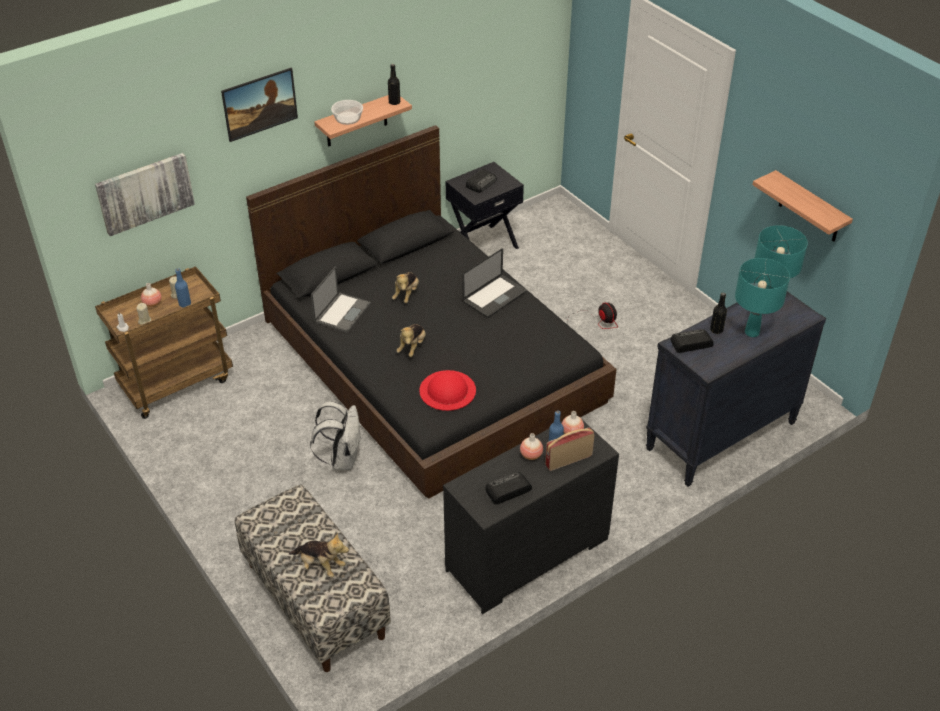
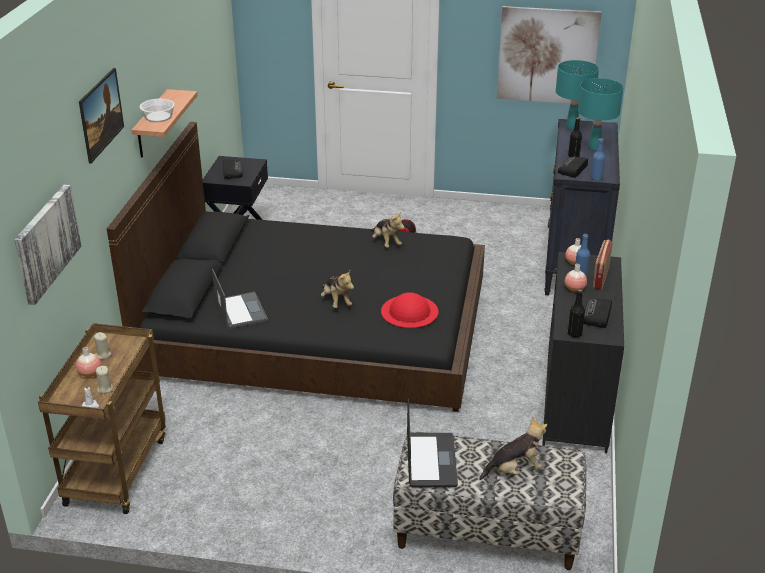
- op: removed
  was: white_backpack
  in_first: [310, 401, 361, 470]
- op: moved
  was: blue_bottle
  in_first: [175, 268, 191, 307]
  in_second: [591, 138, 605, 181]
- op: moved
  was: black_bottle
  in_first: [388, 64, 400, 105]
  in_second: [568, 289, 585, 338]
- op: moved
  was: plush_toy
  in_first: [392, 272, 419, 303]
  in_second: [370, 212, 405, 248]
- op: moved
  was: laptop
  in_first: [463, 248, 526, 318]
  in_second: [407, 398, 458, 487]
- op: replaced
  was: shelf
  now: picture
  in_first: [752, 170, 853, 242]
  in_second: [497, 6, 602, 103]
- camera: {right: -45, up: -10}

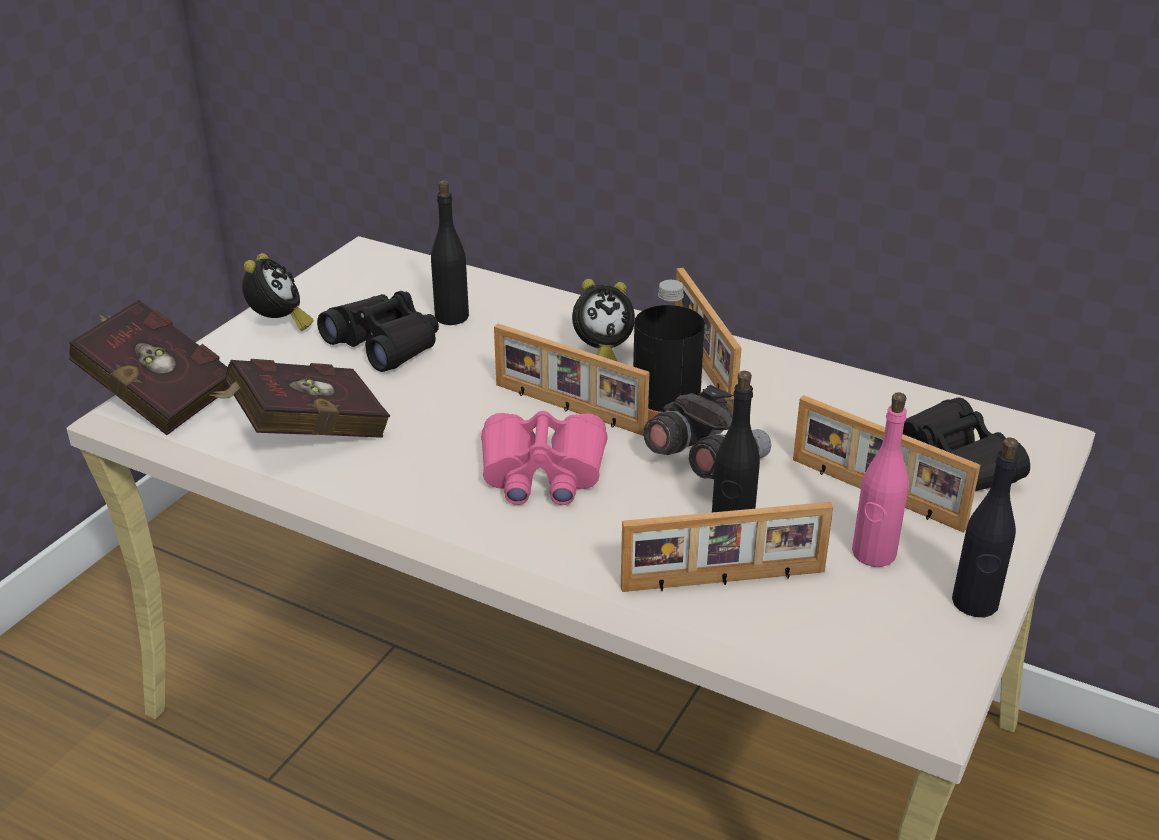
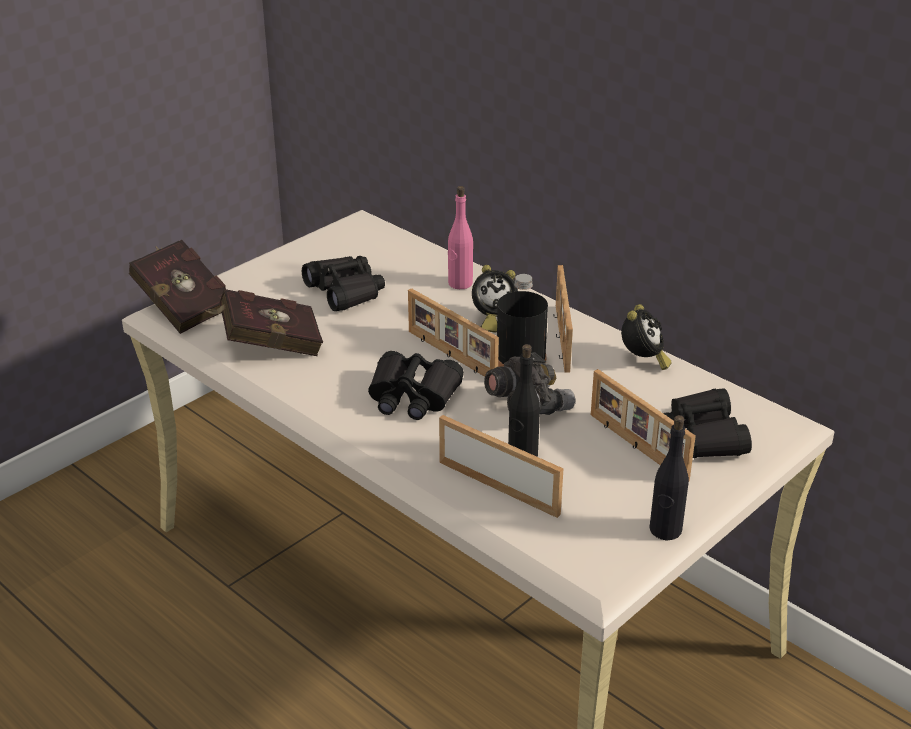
- op: removed
  was: black_bottle
  in_first: [431, 180, 469, 325]
- op: moved
  was: alarm_clock
  in_first: [242, 253, 313, 331]
  in_second: [621, 304, 672, 370]
- op: moved
  was: pink_bottle
  in_first: [852, 392, 909, 567]
  in_second: [448, 186, 473, 289]
- op: recoloured
  was: pink_binoculars
  now: black_binoculars
  in_first: [481, 411, 608, 505]
  in_second: [368, 351, 464, 420]
- op: turned
  was: picture_frame
  in_first: [621, 502, 833, 592]
  in_second: [439, 415, 563, 518]
  clockwise: -150
- camera: {right: 15, up: 0}

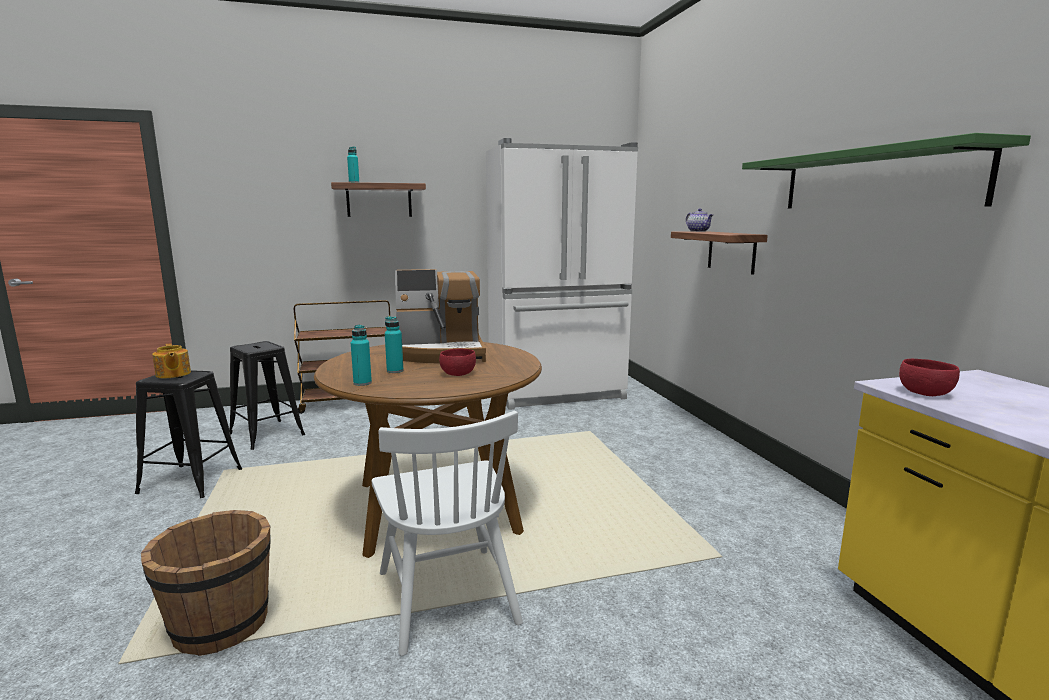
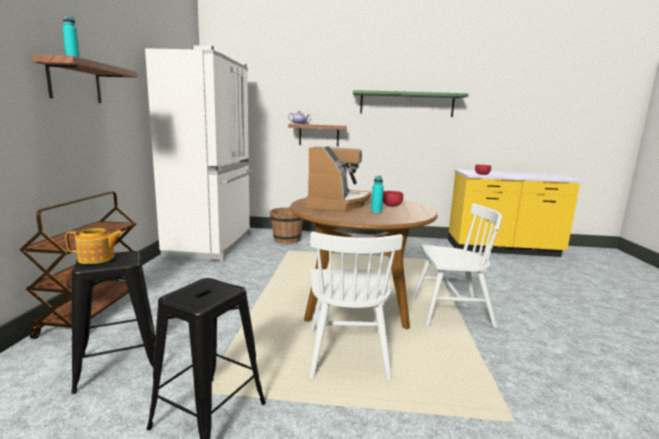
- op: removed
  was: turquoise_bottle
  in_first: [351, 325, 372, 386]
- op: added
  now: white_chair
  in_second: [309, 232, 403, 380]
- op: moved
  was: brown_bucket
  in_first: [141, 510, 271, 656]
  in_second: [270, 208, 303, 243]
- op: moved
  was: teapot
  in_first: [152, 343, 191, 378]
  in_second: [66, 228, 123, 264]
- camera: {right: -70, up: 0}

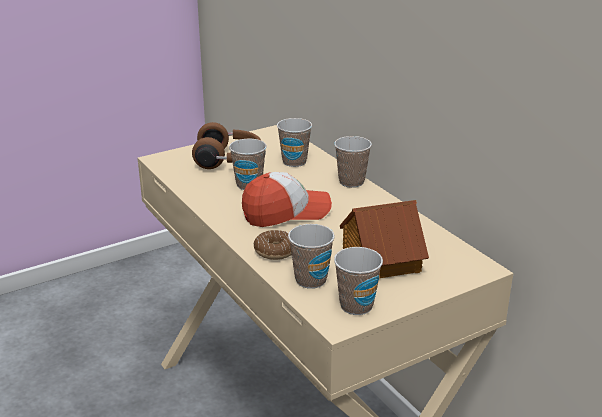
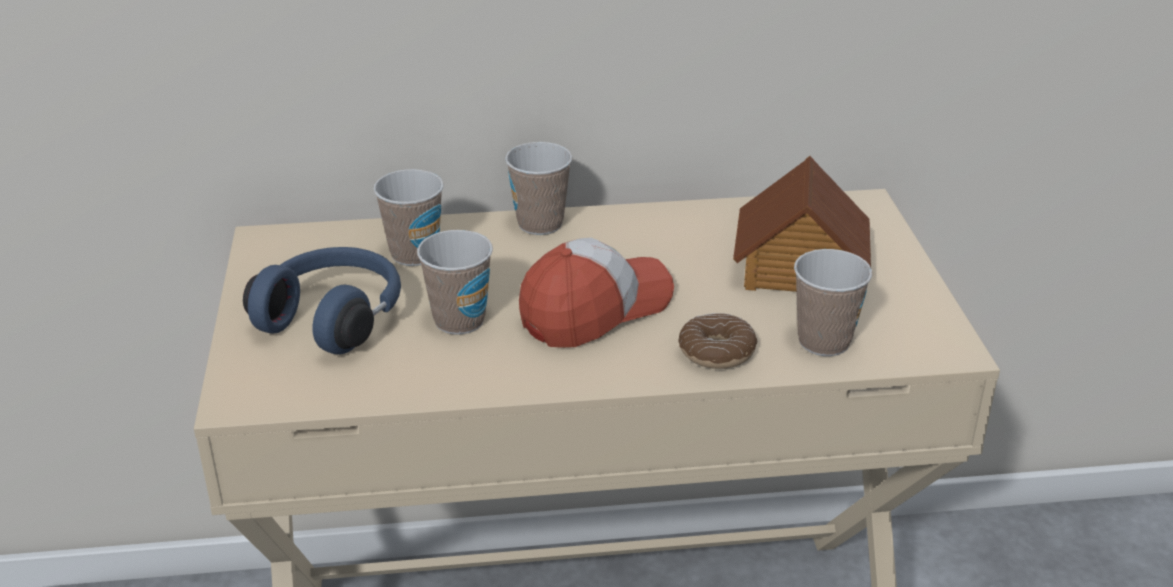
- op: removed
  was: cup
  in_first: [334, 247, 383, 315]
- op: recoloured
  was: brown_headphones
  now: blue_headphones
  in_first: [192, 122, 261, 169]
  in_second: [243, 247, 401, 354]
- op: turned
  was: cap
  in_first: [242, 172, 332, 227]
  in_second: [519, 238, 674, 348]
  clockwise: 45
- camera: {right: -65, up: 5}

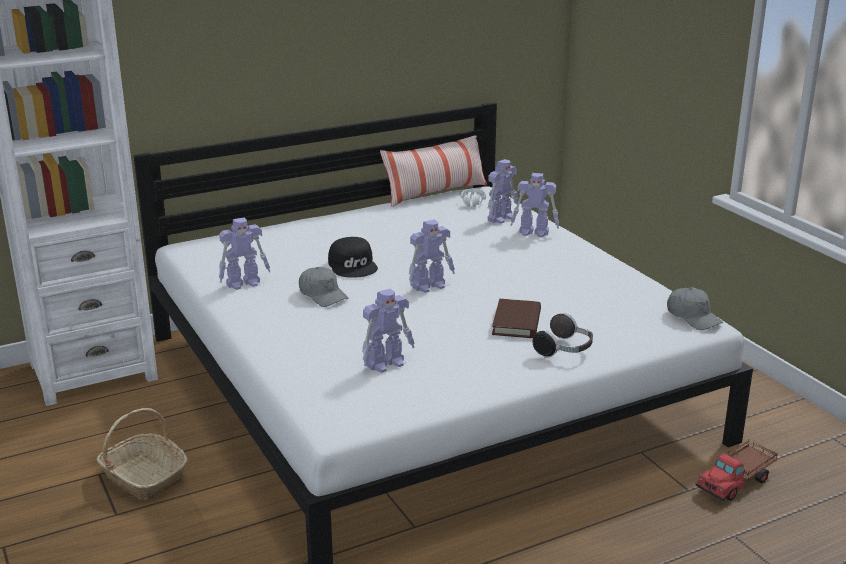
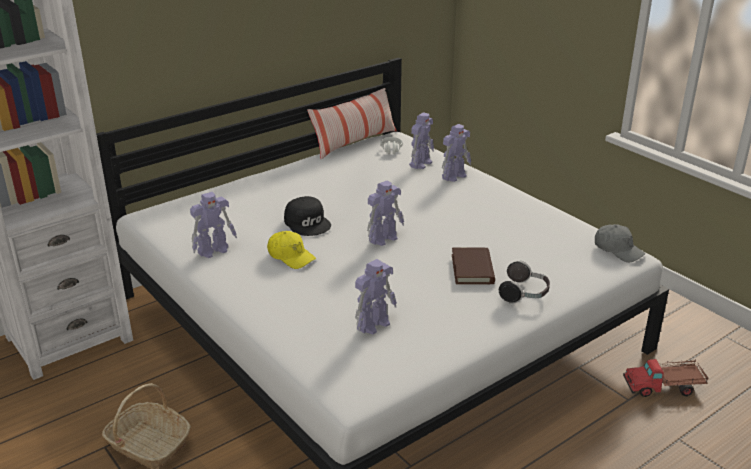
- op: recoloured
  was: grey_cap
  now: yellow_cap
  in_first: [299, 267, 348, 307]
  in_second: [267, 231, 316, 269]
- op: turned
  was: toy_robot
  in_first: [511, 173, 559, 237]
  in_second: [442, 124, 471, 182]
  clockwise: -45
- op: turned
  was: toy_truck
  in_first: [695, 440, 778, 501]
  in_second: [623, 359, 709, 397]
  clockwise: 45
- camera: {right: -10, up: 5}

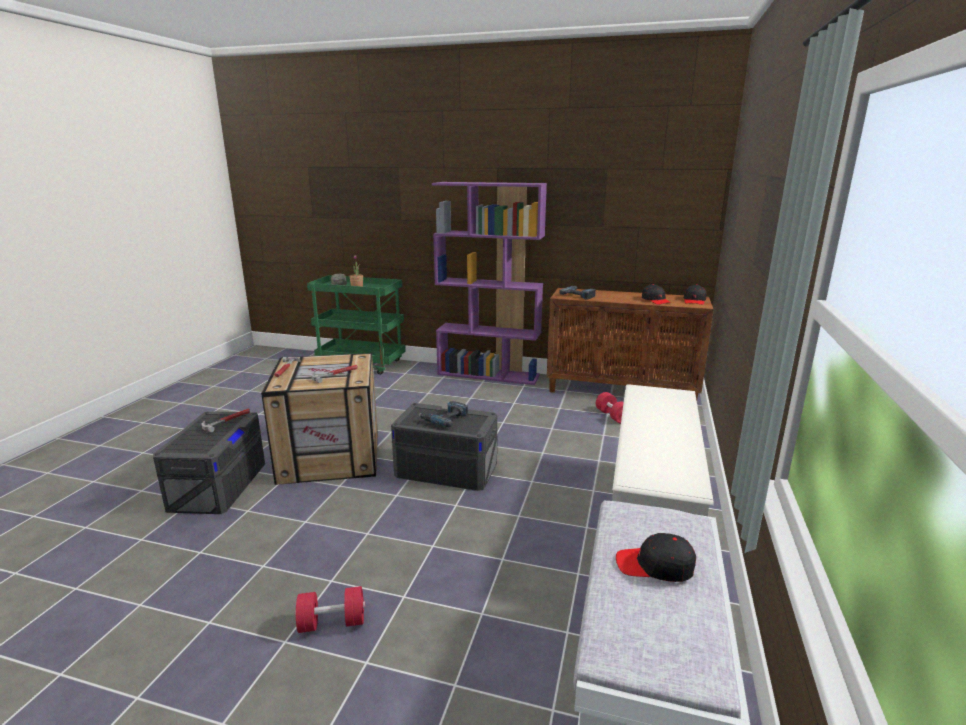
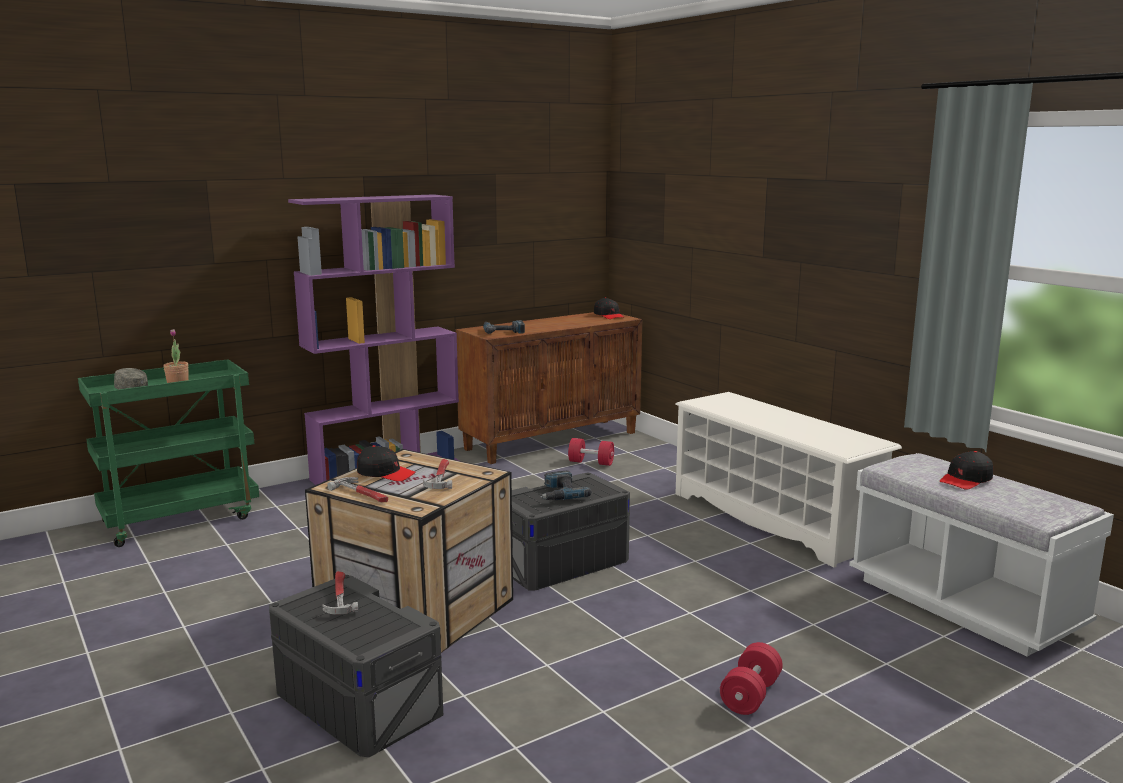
- op: moved
  was: black_cap
  in_first: [642, 284, 671, 305]
  in_second: [357, 445, 416, 481]
- camera: {right: -50, up: -5}

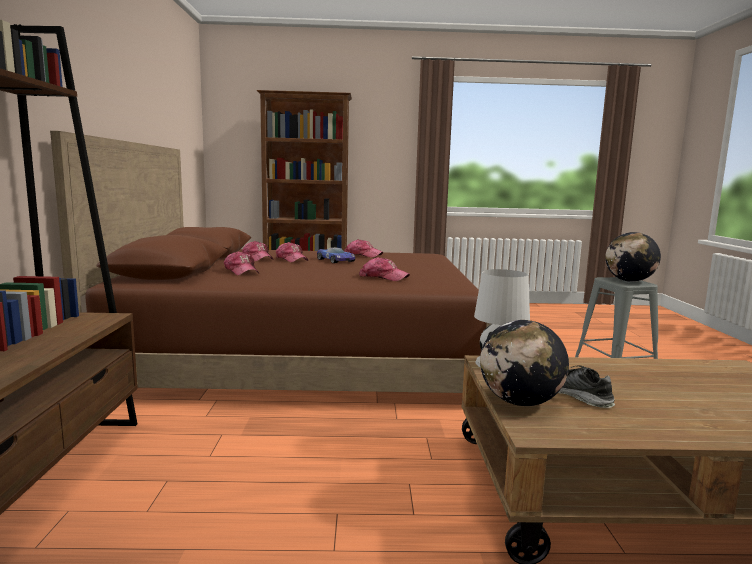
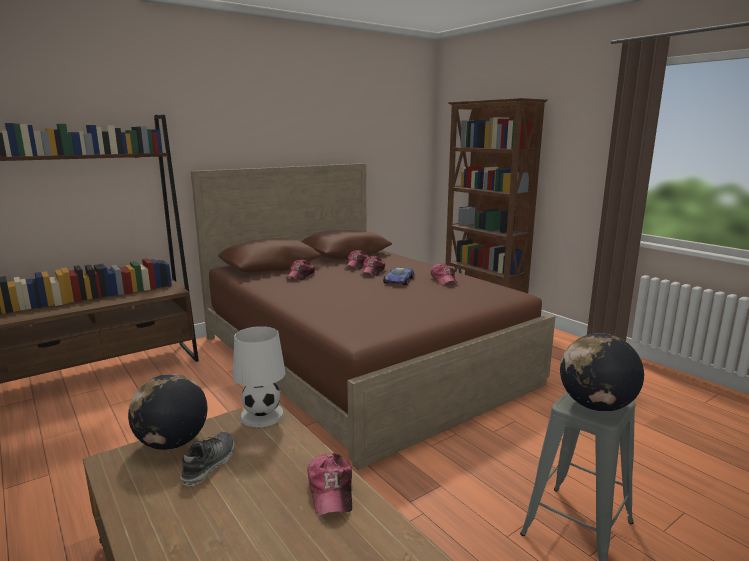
- op: moved
  was: cap
  in_first: [359, 257, 410, 281]
  in_second: [307, 453, 352, 515]
- camera: {right: 55, up: 5}

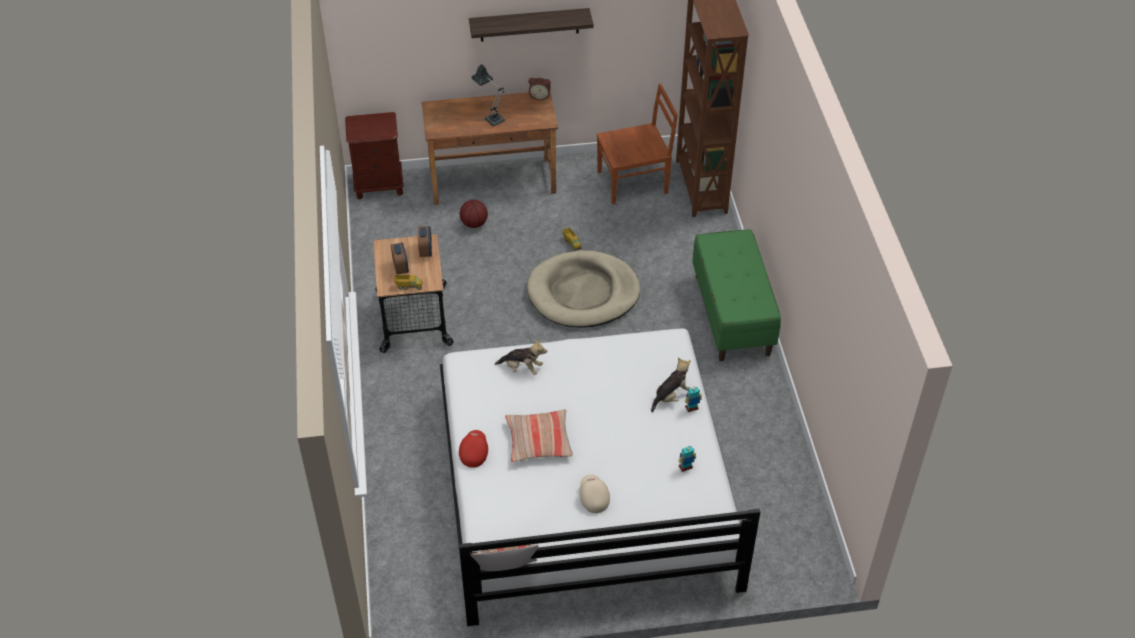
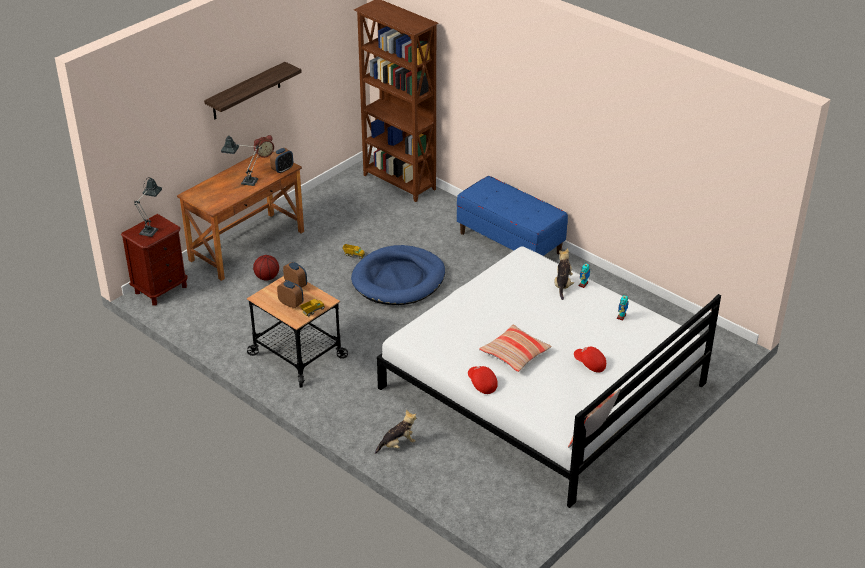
- op: removed
  was: brown_chair
  in_first: [596, 83, 678, 205]
- op: added
  now: table_lamp
  in_second: [134, 178, 162, 237]
- op: added
  now: alarm_clock
  in_second: [270, 148, 293, 174]
- op: moved
  was: plush_toy
  in_first: [495, 338, 547, 375]
  in_second: [375, 410, 416, 454]
- op: recoloured
  was: beige_dog_bed
  now: blue_dog_bed
  in_first: [527, 250, 640, 328]
  in_second: [351, 245, 445, 305]
- op: recoloured
  was: beige_cap
  now: red_cap
  in_first: [580, 474, 610, 513]
  in_second: [574, 347, 606, 373]
- op: recoloured
  was: green_bench
  now: blue_bench
  in_first: [693, 229, 781, 361]
  in_second: [457, 176, 568, 256]
- camera: {right: -40, up: -10}

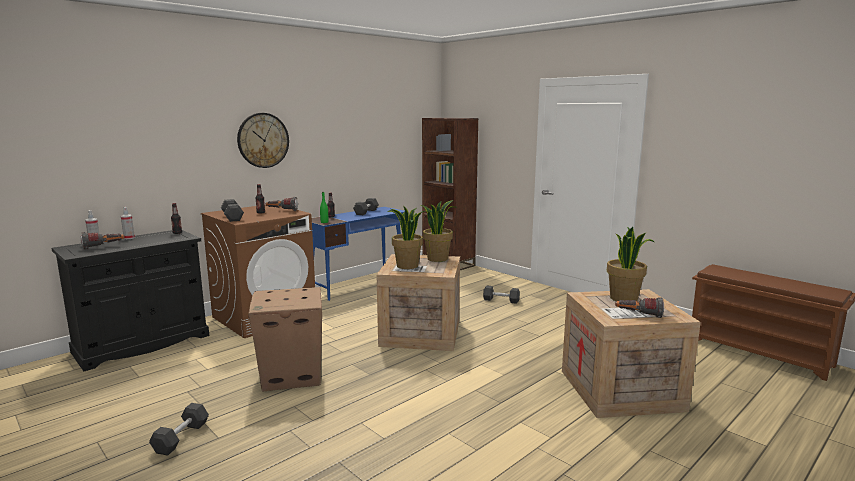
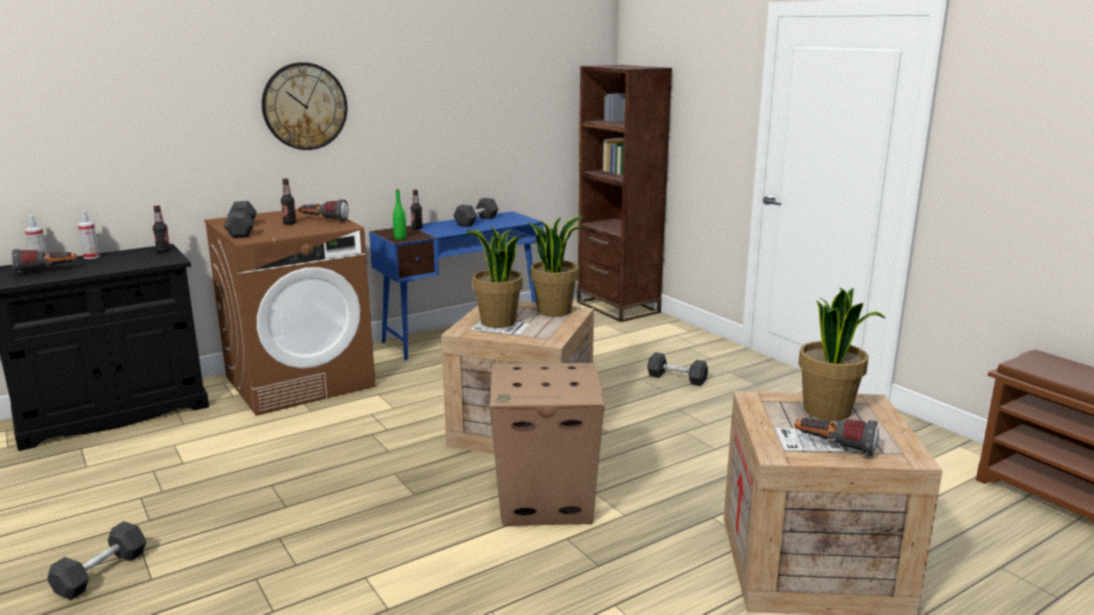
- op: moved
  was: cardboard_box
  in_first: [248, 287, 322, 391]
  in_second: [489, 363, 604, 526]
- camera: {right: 10, up: 5}

